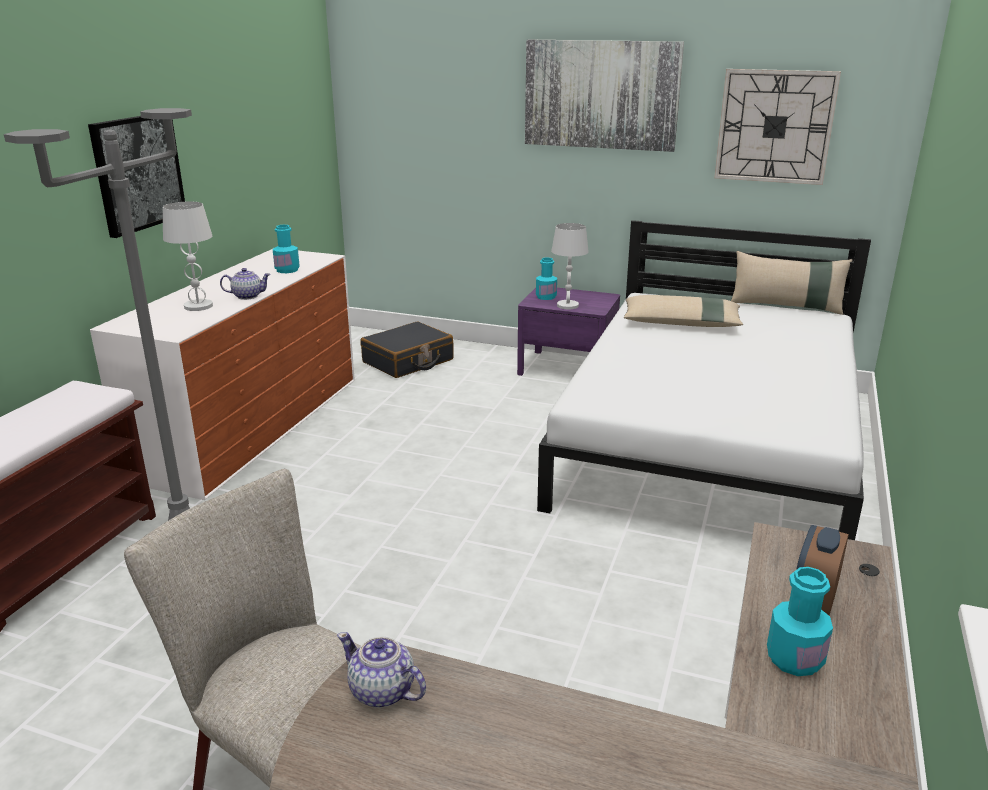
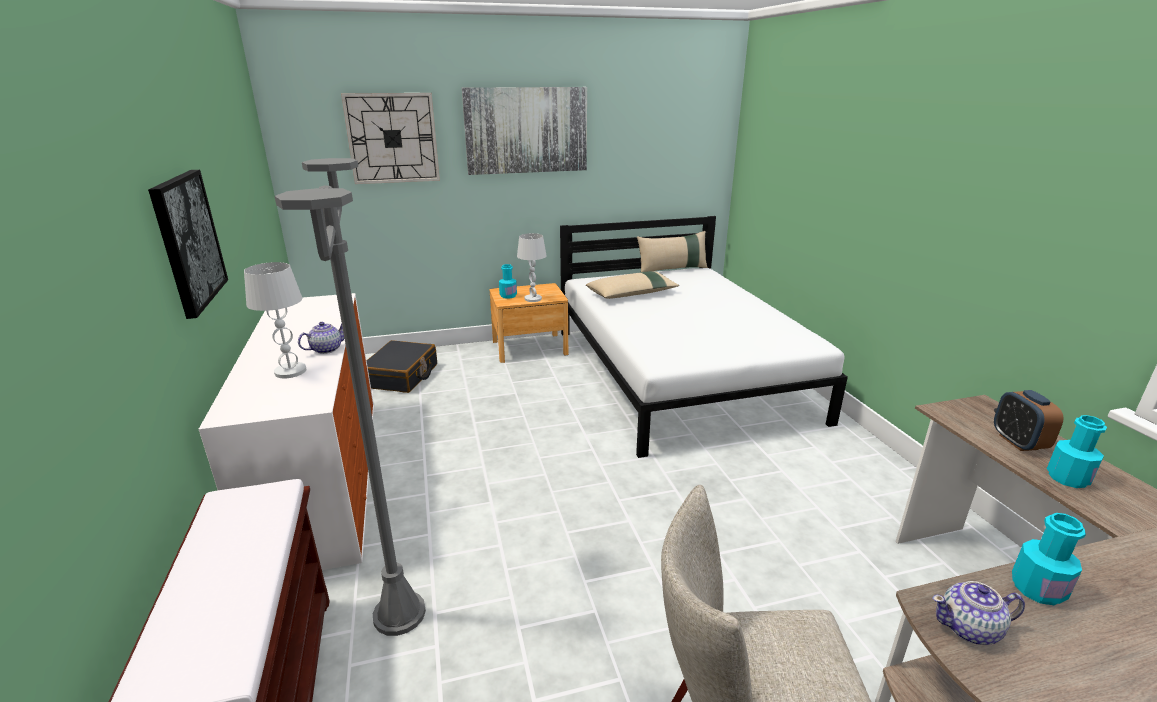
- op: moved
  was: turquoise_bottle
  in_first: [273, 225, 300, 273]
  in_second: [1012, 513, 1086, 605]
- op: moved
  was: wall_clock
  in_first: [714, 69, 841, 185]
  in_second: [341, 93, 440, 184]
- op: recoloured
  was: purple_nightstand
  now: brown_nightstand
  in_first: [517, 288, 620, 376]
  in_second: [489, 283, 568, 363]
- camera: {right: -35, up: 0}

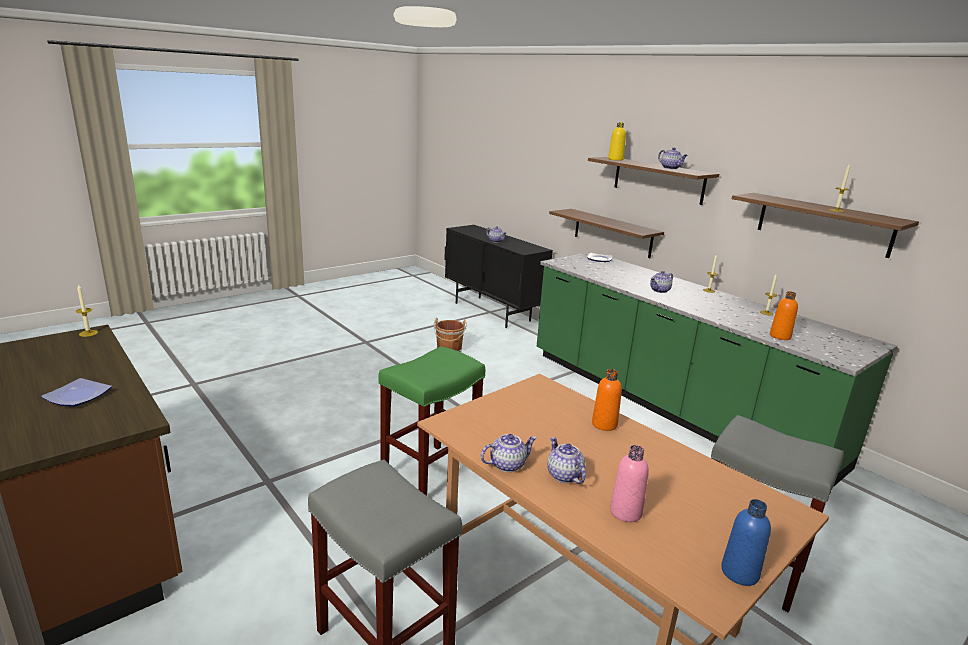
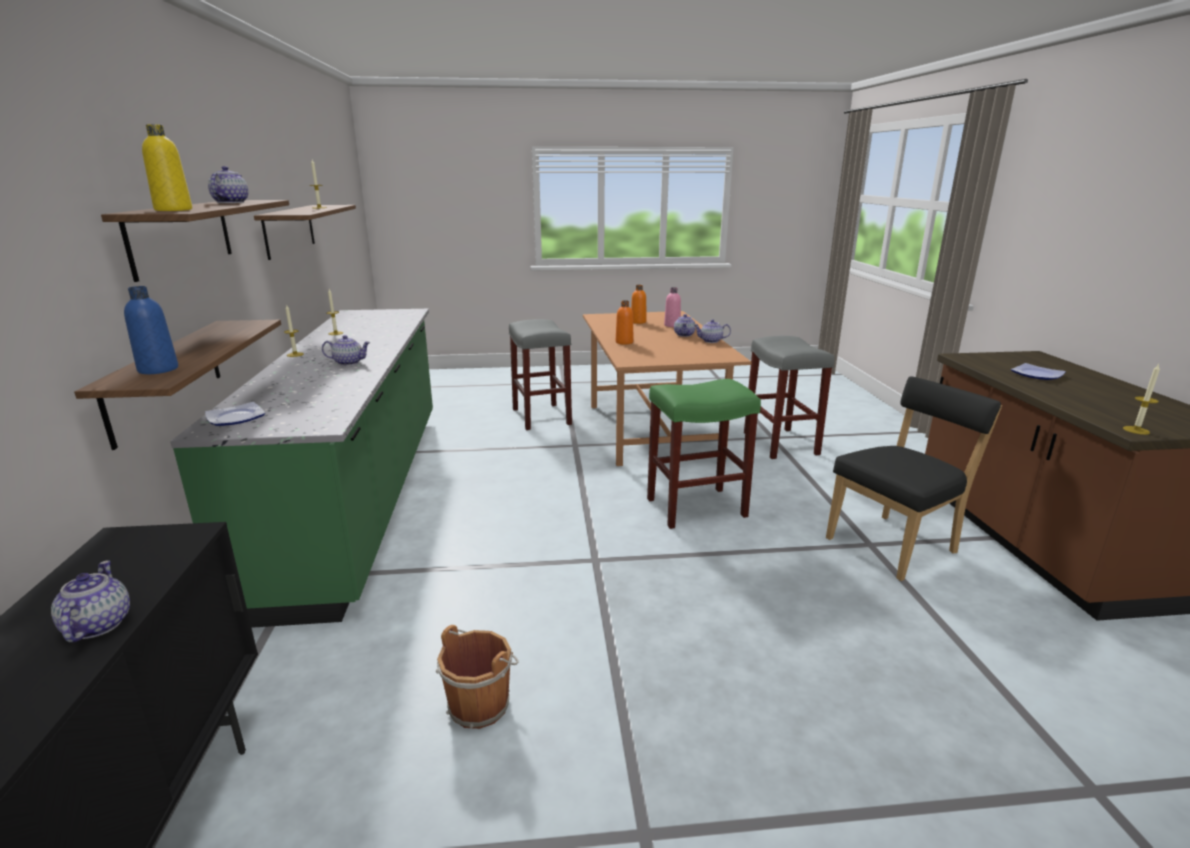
- op: added
  now: black_chair
  in_second: [826, 376, 1002, 581]
- op: moved
  was: blue_bottle
  in_first: [721, 499, 771, 586]
  in_second: [124, 286, 178, 374]
- op: moved
  was: orange_bottle
  in_first: [770, 291, 798, 340]
  in_second: [631, 285, 646, 324]
- camera: {right: -145, up: 0}

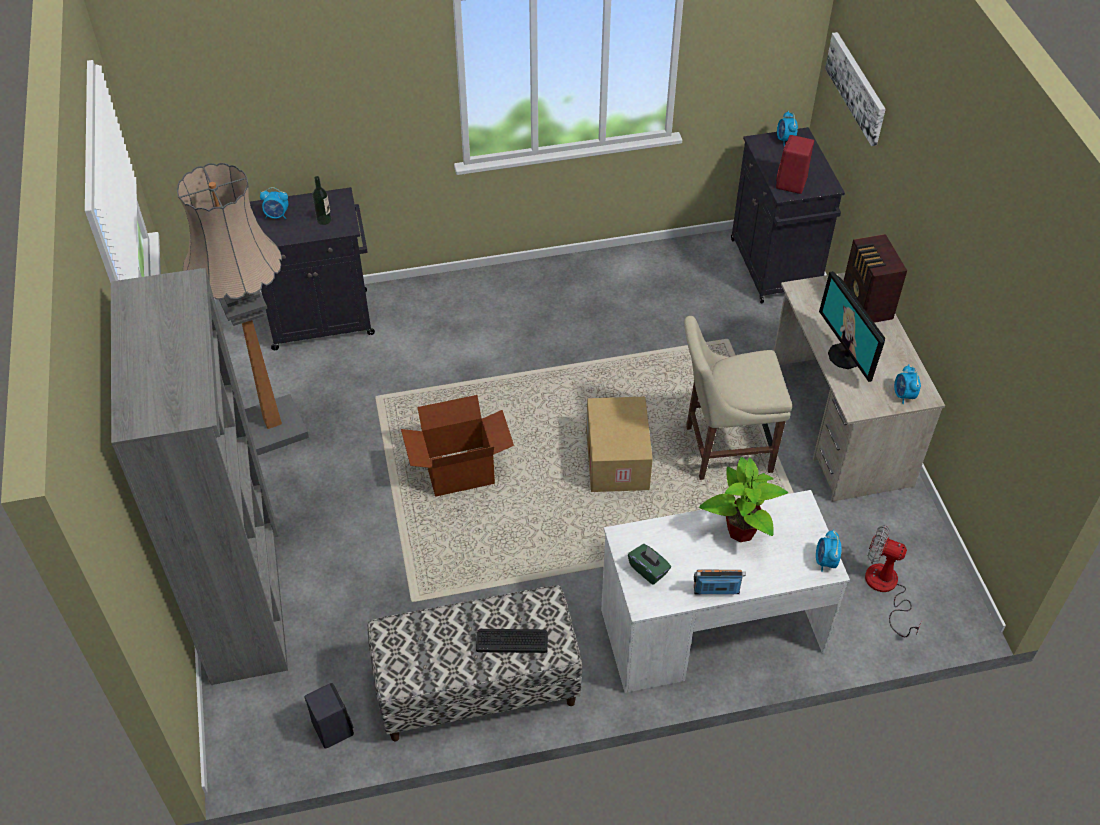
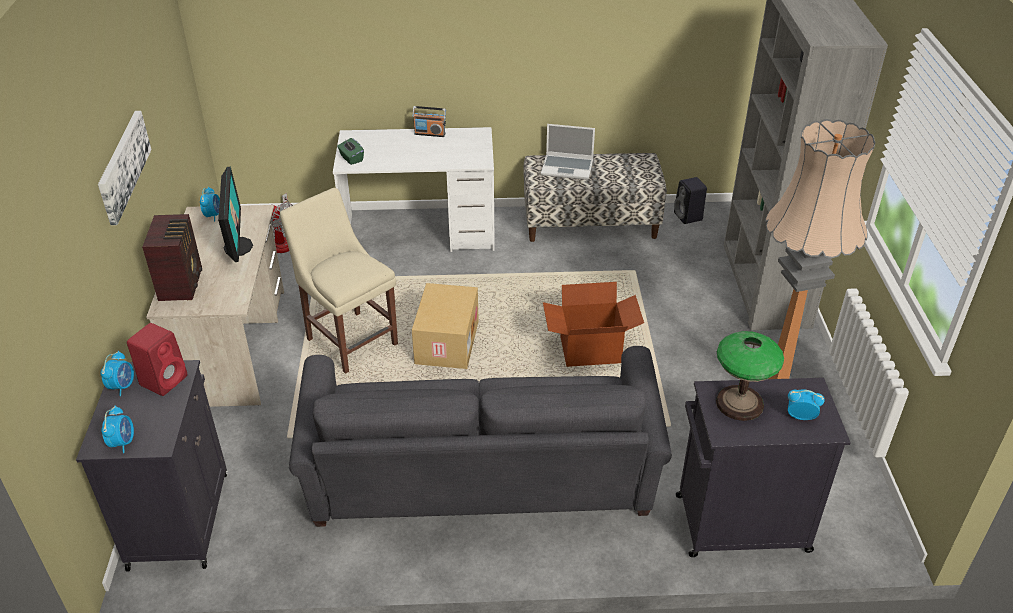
- op: removed
  was: potted_plant
  in_first: [699, 457, 788, 542]
- op: added
  now: grey_sofa
  in_second: [289, 346, 672, 527]
- op: moved
  was: green_tissue_box
  in_first: [628, 544, 671, 585]
  in_second: [337, 138, 364, 165]
- op: moved
  was: alarm_clock
  in_first: [816, 529, 841, 572]
  in_second: [100, 351, 134, 396]
- op: moved
  was: picture
  in_first: [825, 32, 886, 146]
  in_second: [98, 111, 152, 225]
- op: replaced
  was: bottle
  now: table_lamp
  in_first: [312, 176, 332, 225]
  in_second: [716, 331, 784, 421]
- op: replaced
  was: keyboard
  now: laptop
  in_first: [476, 629, 548, 653]
  in_second: [541, 124, 595, 180]
- op: turned
  was: beige_chair
  in_first: [684, 316, 792, 480]
  in_second: [280, 188, 398, 374]
  clockwise: -135
- camera: {right: -170, up: -10}

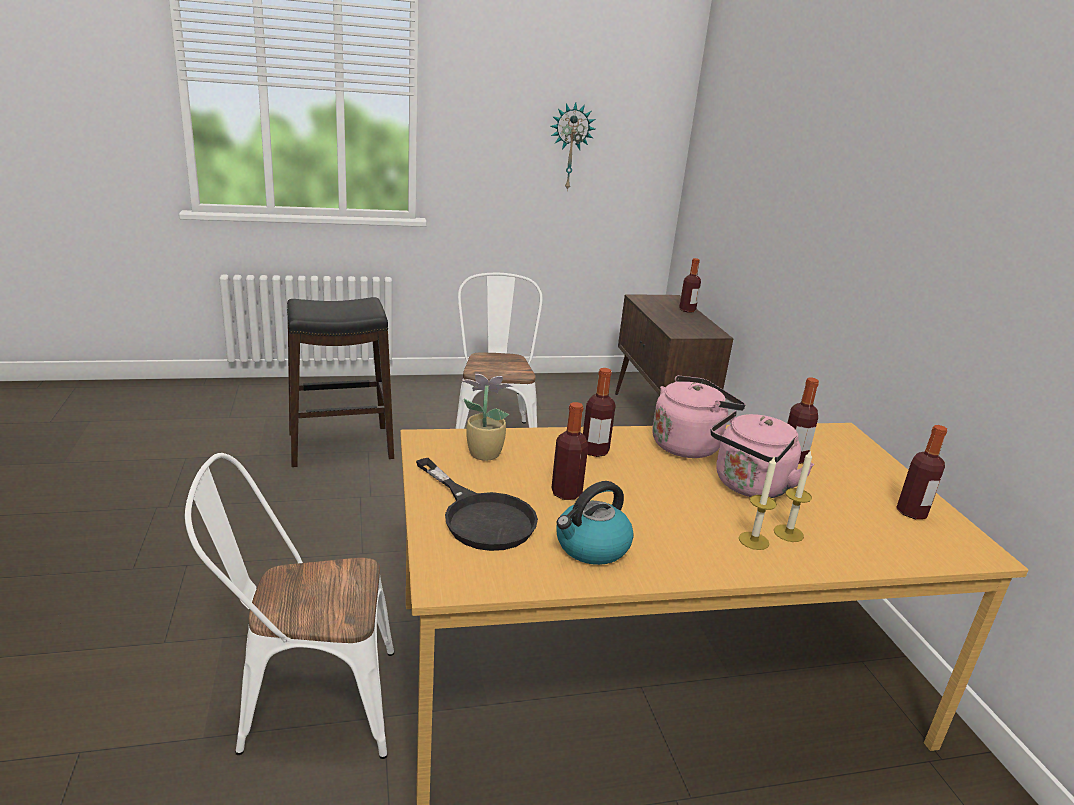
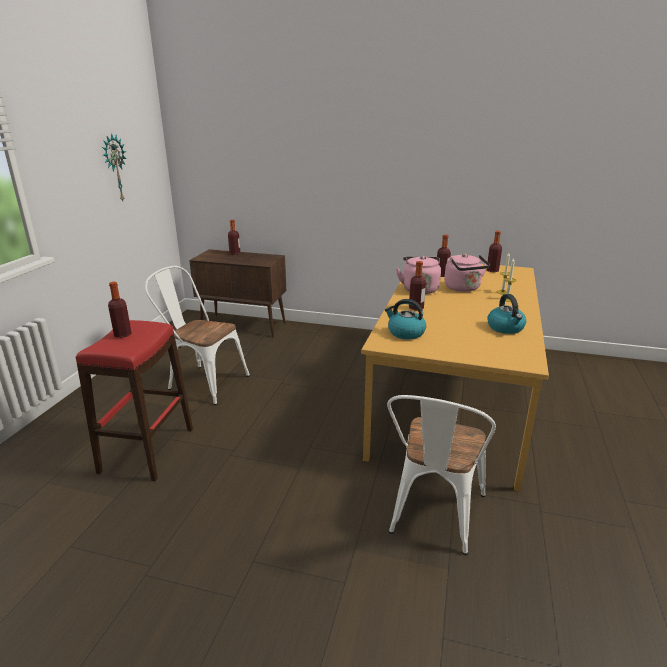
- op: removed
  was: black_frying_pan
  in_first: [416, 458, 538, 551]
- op: moved
  was: bottle
  in_first: [551, 402, 588, 500]
  in_second: [108, 282, 132, 338]
- op: replaced
  was: potted_plant
  now: kettle
  in_first: [461, 374, 513, 461]
  in_second: [385, 299, 426, 339]
- op: recoloured
  was: black_stool
  now: red_stool
  in_first: [287, 297, 394, 467]
  in_second: [76, 320, 193, 481]
- camera: {right: -60, up: 0}

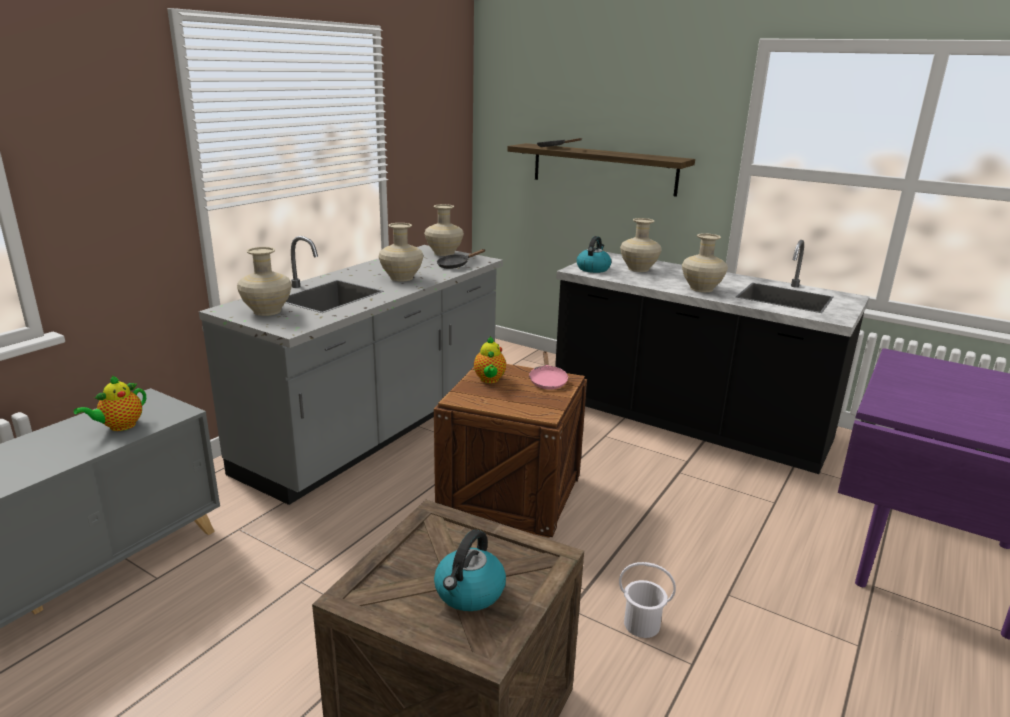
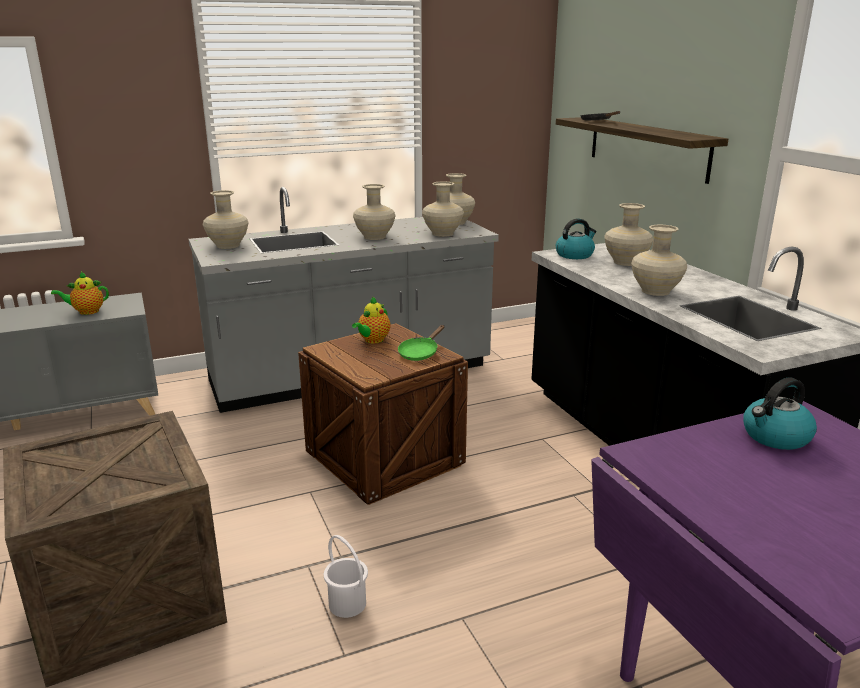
- op: moved
  was: kettle
  in_first: [434, 529, 506, 611]
  in_second: [743, 378, 817, 450]
- op: replaced
  was: black_frying_pan
  now: beige_vase
  in_first: [437, 249, 486, 269]
  in_second: [422, 181, 464, 237]
- op: recoloured
  was: pink_frying_pan
  now: green_frying_pan
  in_first: [529, 351, 569, 389]
  in_second: [398, 325, 444, 361]
- camera: {right: 35, up: 0}

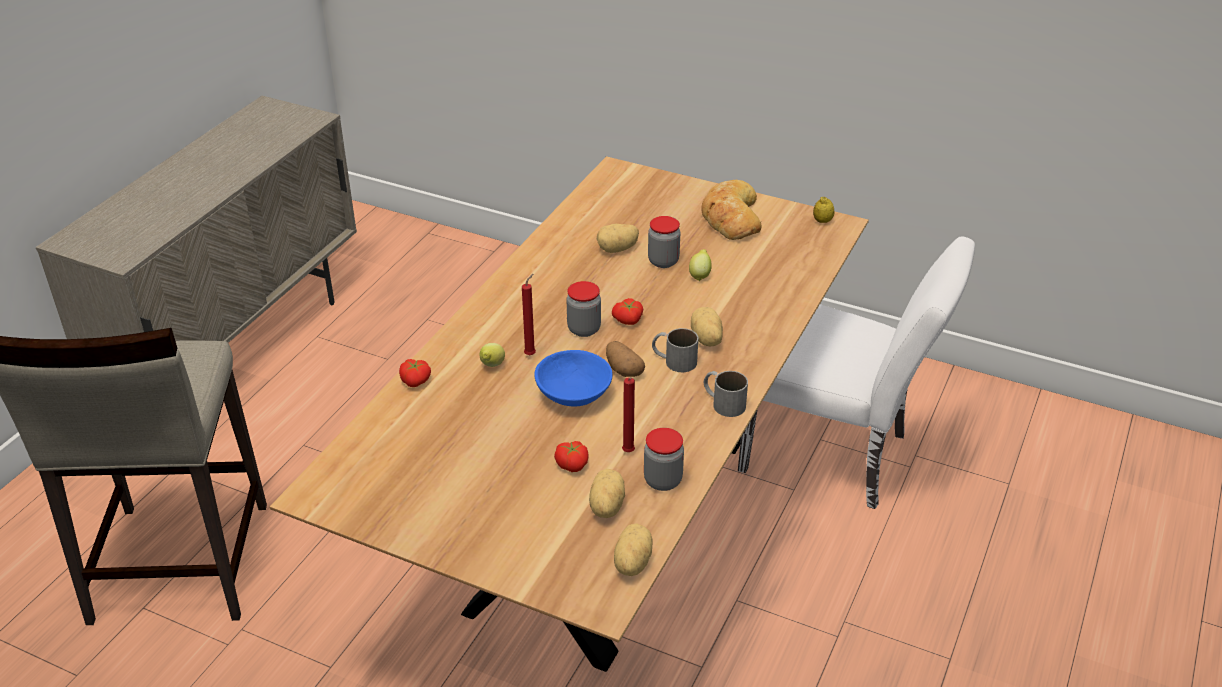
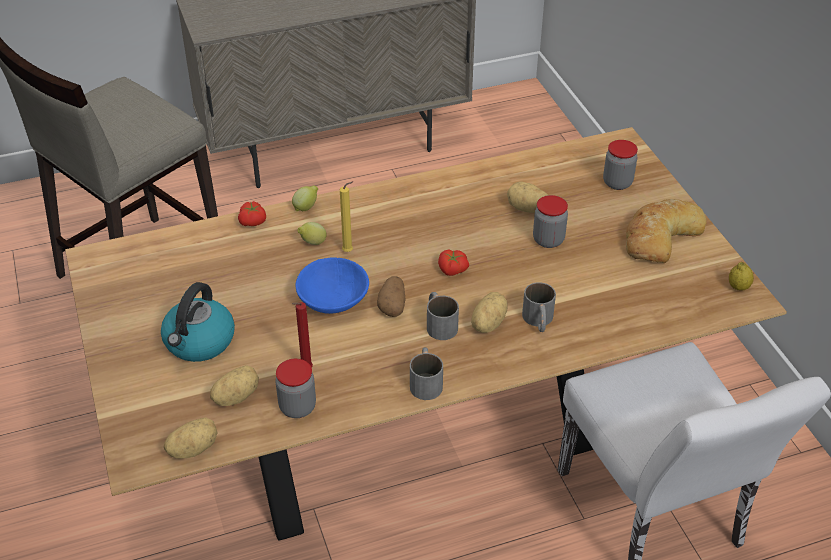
- op: removed
  was: tomato
  in_first: [554, 441, 589, 472]
- op: added
  now: kettle
  in_second: [161, 282, 235, 362]
- op: added
  now: grey_mug
  in_second: [522, 282, 556, 332]
- op: moved
  was: jar
  in_first: [567, 281, 601, 337]
  in_second: [603, 140, 638, 190]
- op: moved
  was: lemon
  in_first: [689, 249, 712, 281]
  in_second: [292, 185, 318, 211]
- op: recoloured
  was: red_candle
  now: yellow_candle
  in_first: [522, 274, 536, 355]
  in_second: [340, 181, 354, 252]
- camera: {right: 45, up: 5}

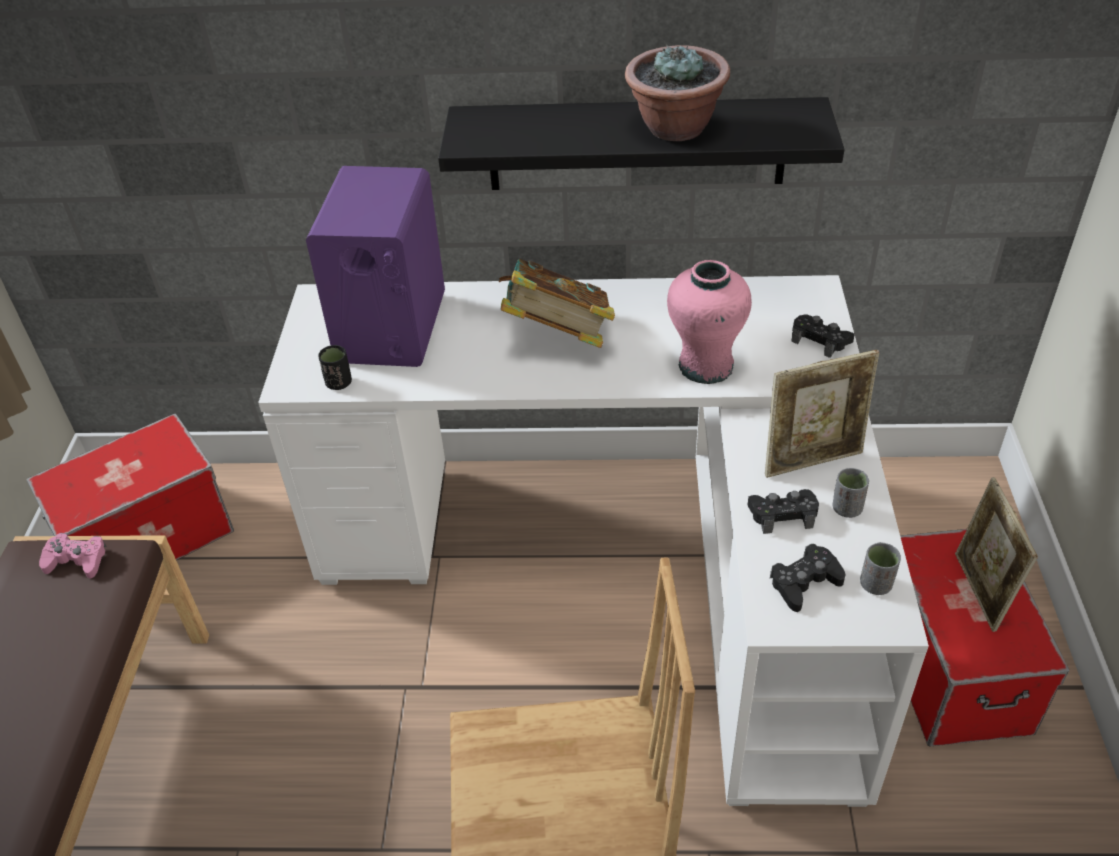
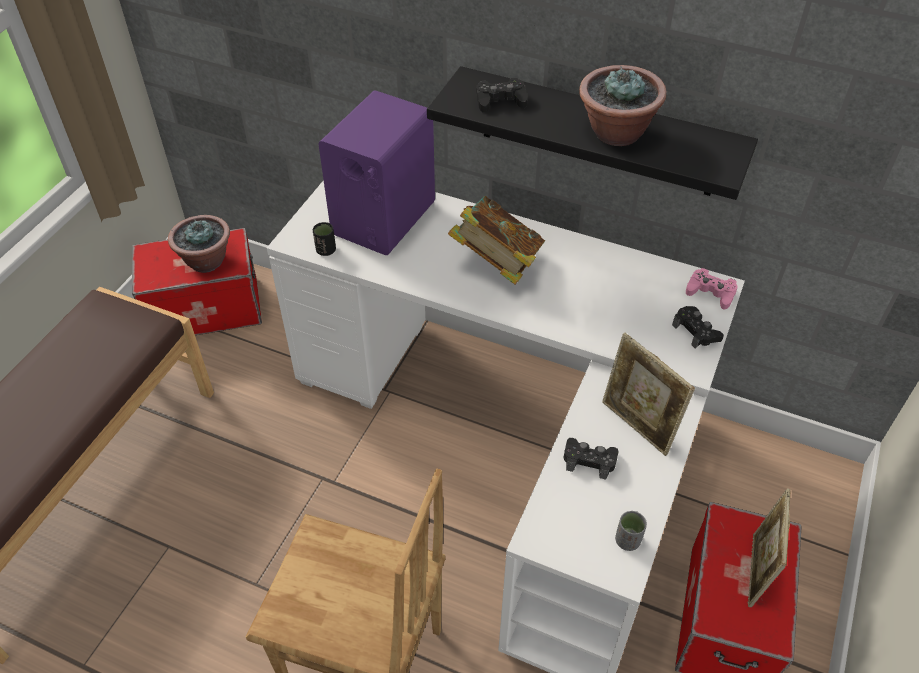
- op: removed
  was: pink_vase
  in_first: [667, 260, 752, 384]
- op: removed
  was: grey_cup
  in_first: [833, 468, 869, 518]
- op: added
  now: potted_plant
  in_second: [168, 215, 230, 273]
- op: moved
  was: pink_game_controller
  in_first: [39, 533, 106, 579]
  in_second: [686, 268, 738, 310]
- op: moved
  was: black_game_controller
  in_first: [770, 544, 846, 612]
  in_second: [476, 77, 527, 113]
- op: turned
  was: picture_frame
  in_first: [765, 350, 879, 478]
  in_second: [602, 333, 695, 456]
  clockwise: 45
- camera: {right: 20, up: 5}

